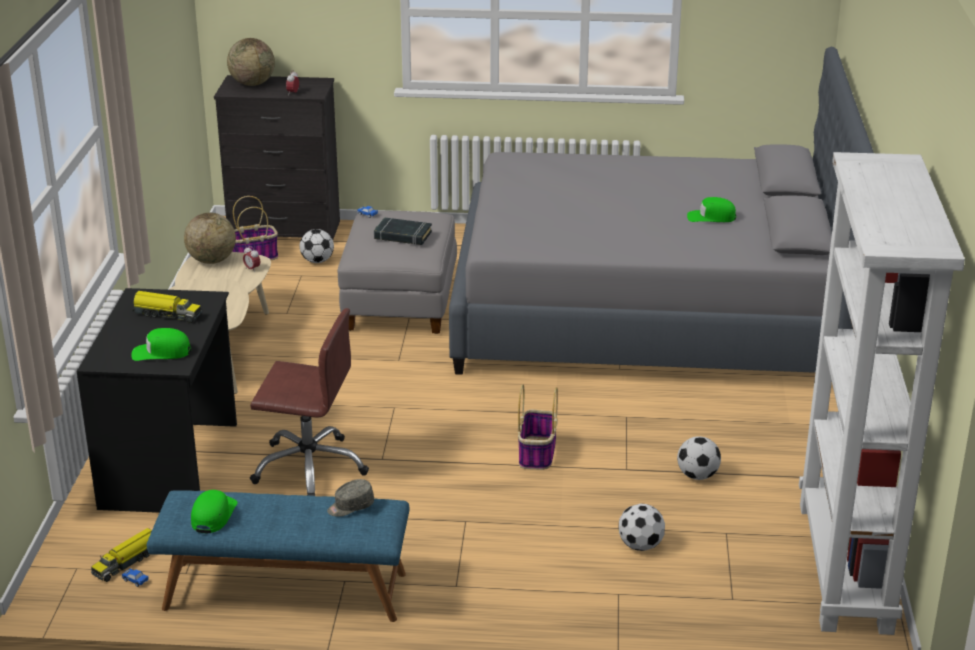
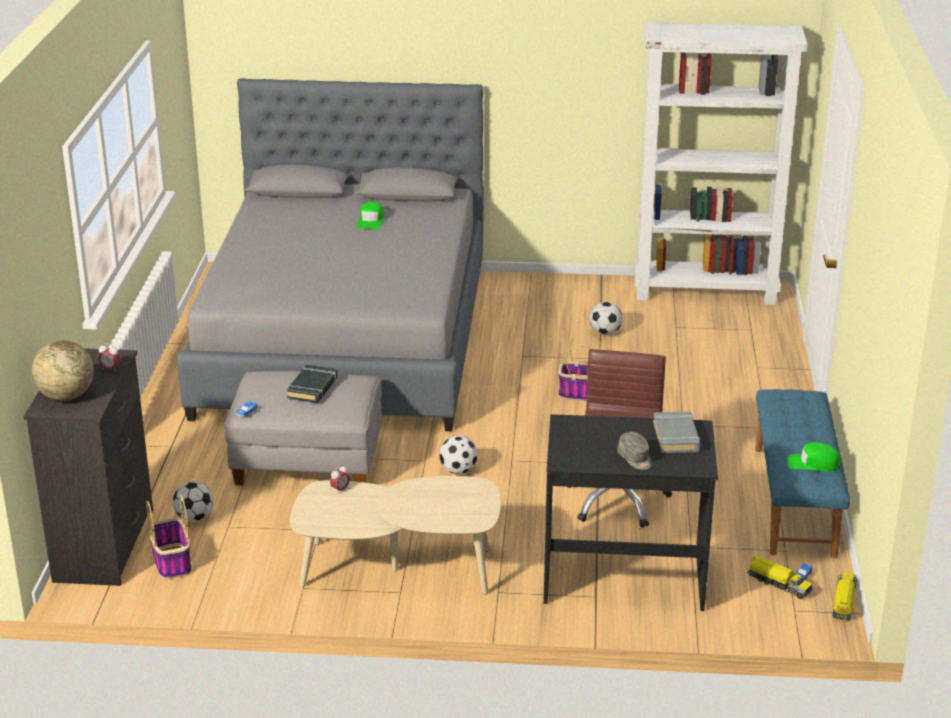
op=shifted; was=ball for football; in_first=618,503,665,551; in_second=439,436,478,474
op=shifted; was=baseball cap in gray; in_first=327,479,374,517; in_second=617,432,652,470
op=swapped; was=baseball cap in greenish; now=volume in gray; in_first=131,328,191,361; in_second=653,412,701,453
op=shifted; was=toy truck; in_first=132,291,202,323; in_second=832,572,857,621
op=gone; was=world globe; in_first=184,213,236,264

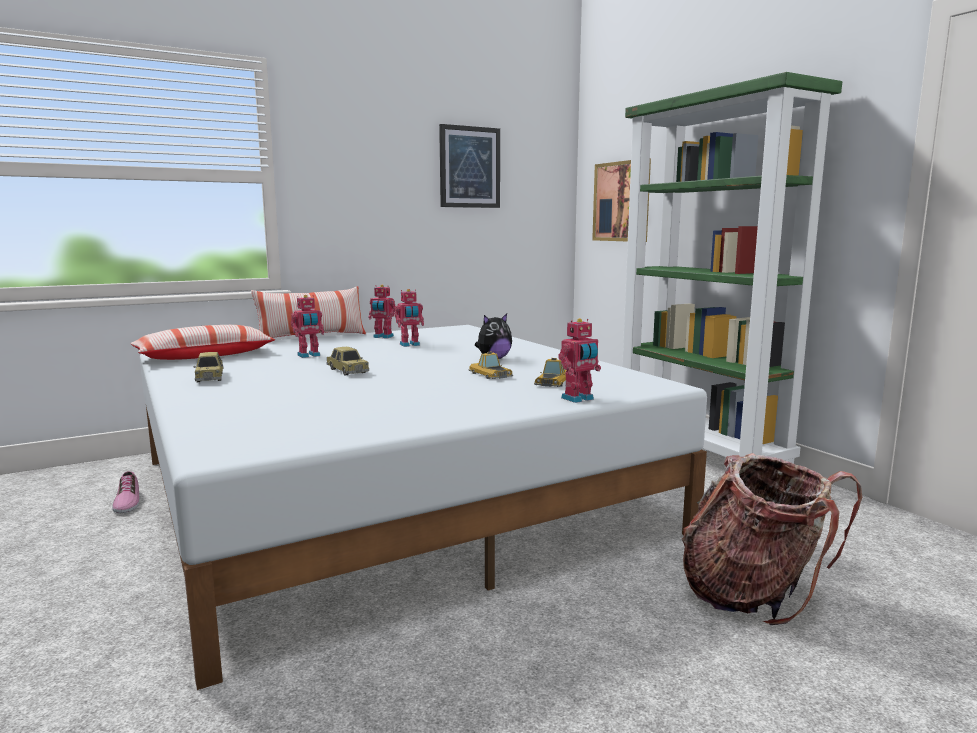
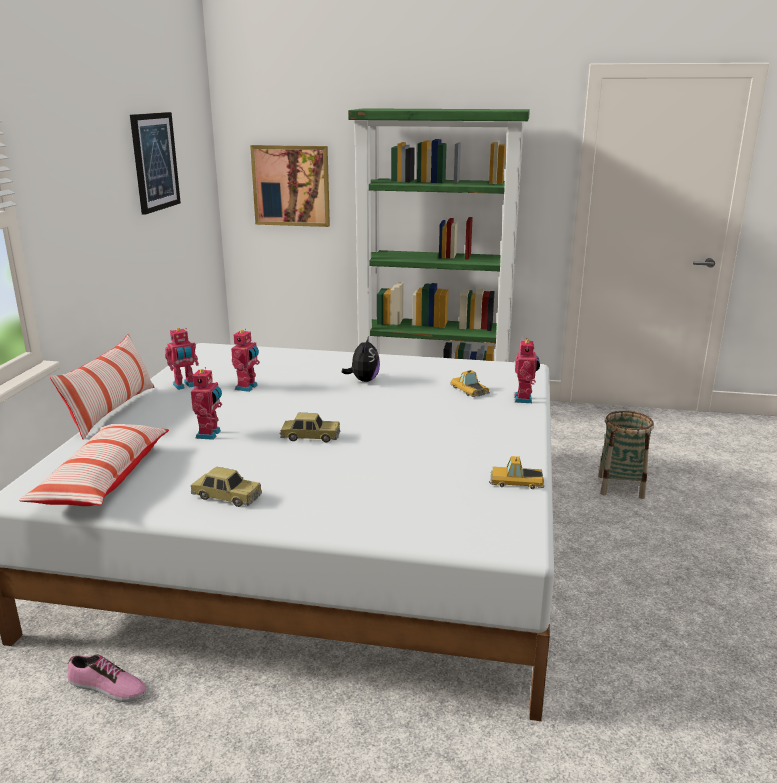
op=shifted; was=toy car; in_first=469,351,513,379; in_second=489,456,544,489
op=swapped; was=knapsack; now=basket; in_first=682,453,862,625; in_second=598,411,654,499

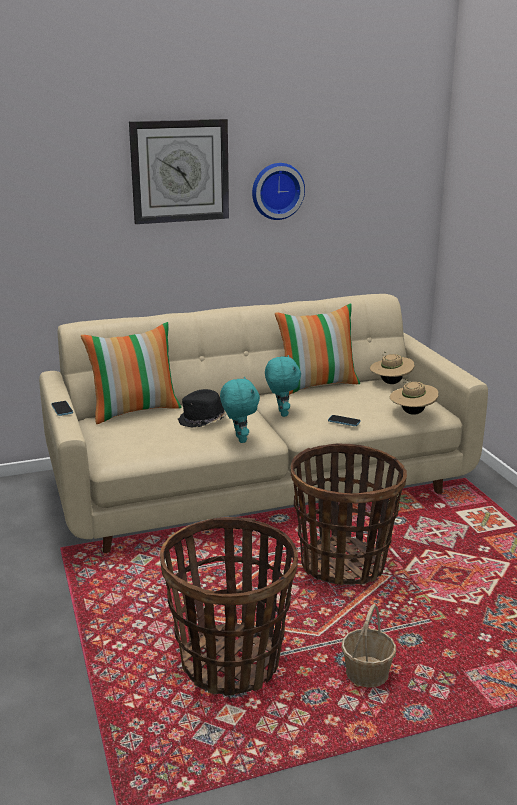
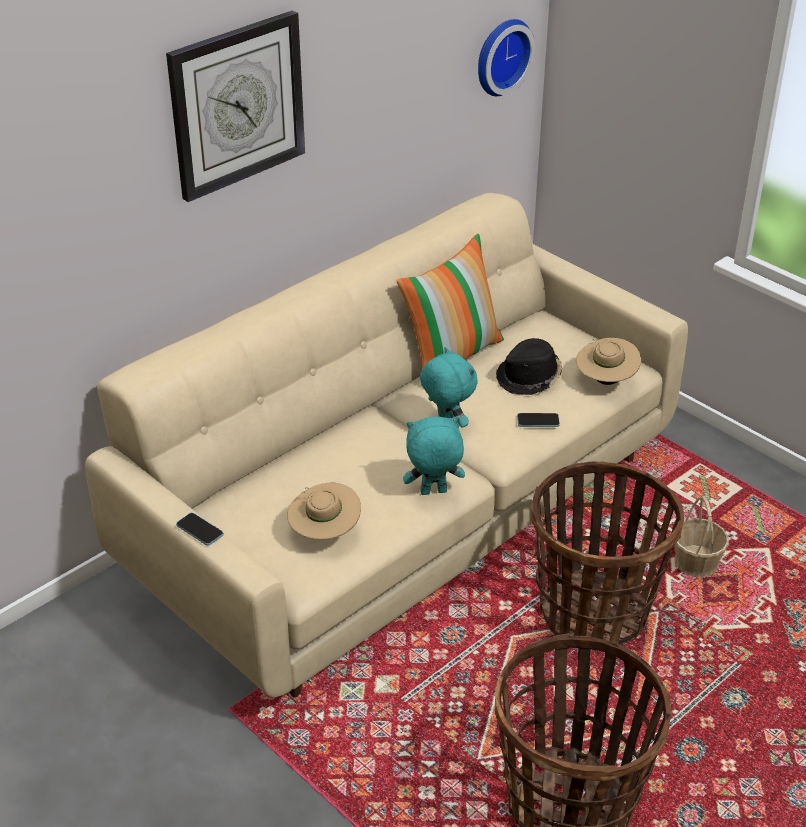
op=shifted; was=hat in beige; in_first=370,352,415,384; in_second=287,483,361,540
op=rotated; was=plush toy in blue-green; in_first=220,377,260,443; in_second=403,416,465,495; clockwise=-60
op=shifted; was=clock on the wall; in_first=252,163,305,220; in_second=478,19,535,96
op=shifted; was=hat in blackish; in_first=178,389,227,428; in_second=496,338,562,395
op=shifted; was=basket; in_first=341,604,396,688; in_second=675,496,729,577
op=gone; was=throw pillow; in_first=81,322,181,424

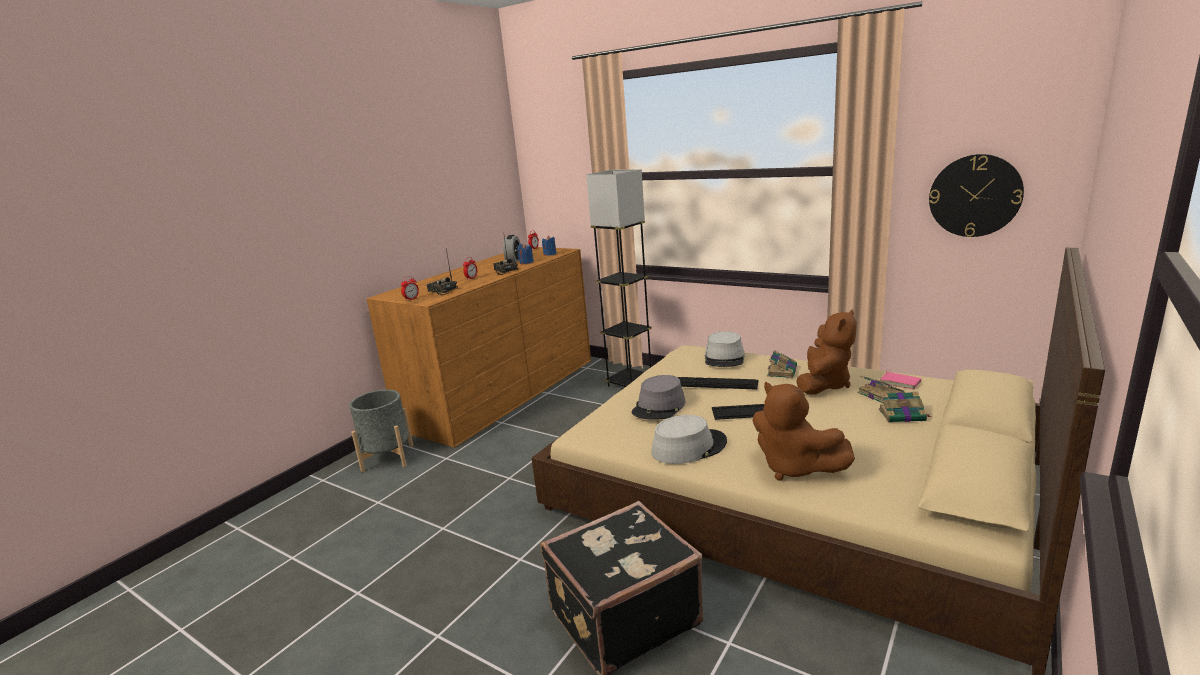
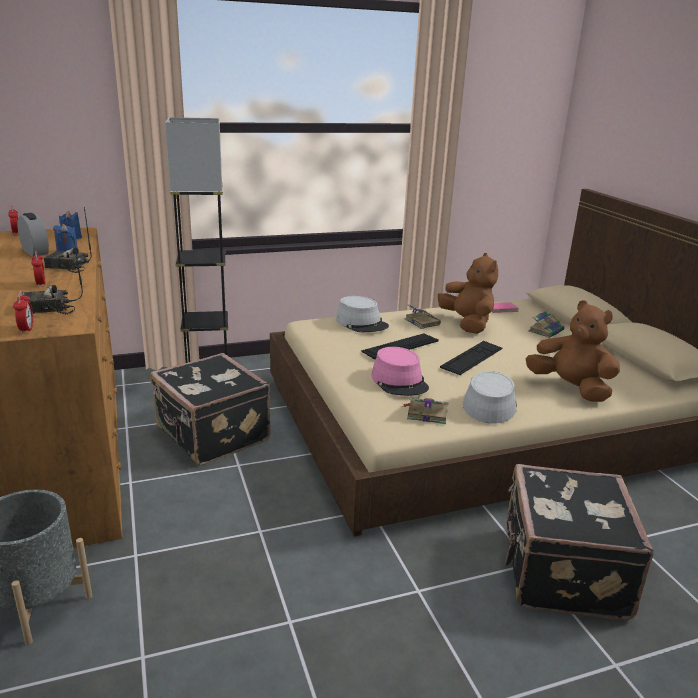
op=new; now=suitcase in blackish; in_second=150,353,271,465
op=repainted; was=hat in gray; now=hat in pinkish; in_first=632,375,685,420; in_second=372,347,429,396
op=shifted; was=volume; in_first=857,375,905,404; in_second=402,398,448,424
op=rotated; was=plush toy in brown-coloured; in_first=752,382,855,481; in_second=525,300,620,402; clockwise=-135
op=gone; was=clock on the wall; in_first=929,154,1024,237

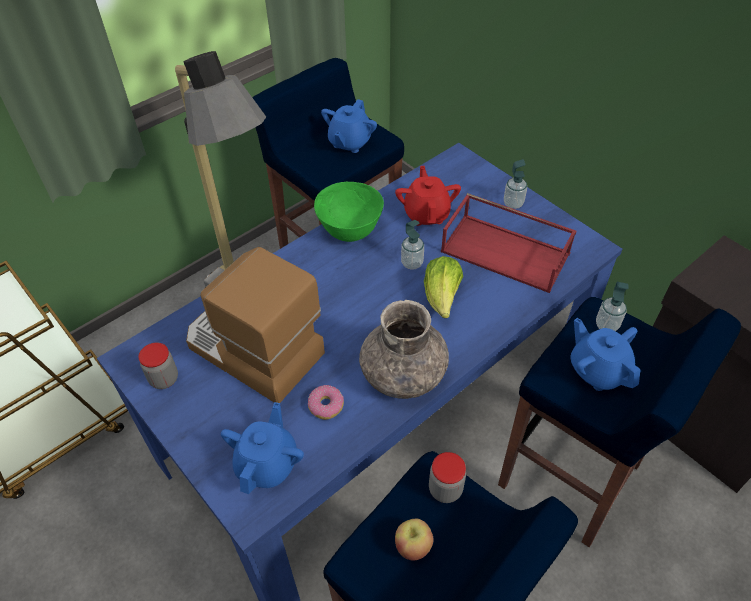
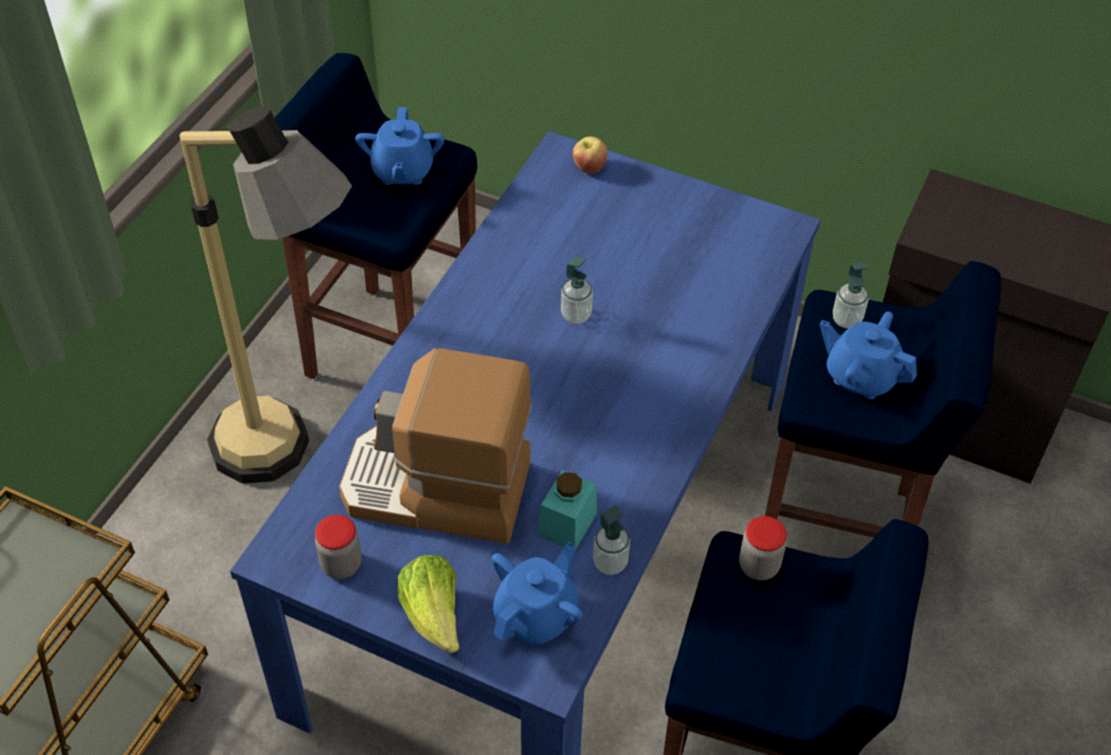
op=shifted; was=head of lettuce; in_first=424,256,463,318; in_second=398,555,459,653
op=rotated; was=tea pot in blue-coloured; in_first=221,402,304,494; in_second=492,542,583,645; clockwise=45
op=swapped; was=doughnut; now=preserve jar in blue-green; in_first=308,385,344,420; in_second=538,470,597,552
op=shifted; was=whole apple; in_first=395,519,434,561; in_second=573,137,607,174
op=shifted; was=soap bottle; in_first=504,159,527,209; in_second=593,505,630,575
op=gone; was=deep dish in greenish; in_first=314,182,384,242
op=gone; was=decorative vase in gray; in_first=359,300,449,399
op=gone; was=tea pot in reddish; in_first=395,166,461,226
op=gone; was=serving tray in reddish; in_first=441,193,577,293

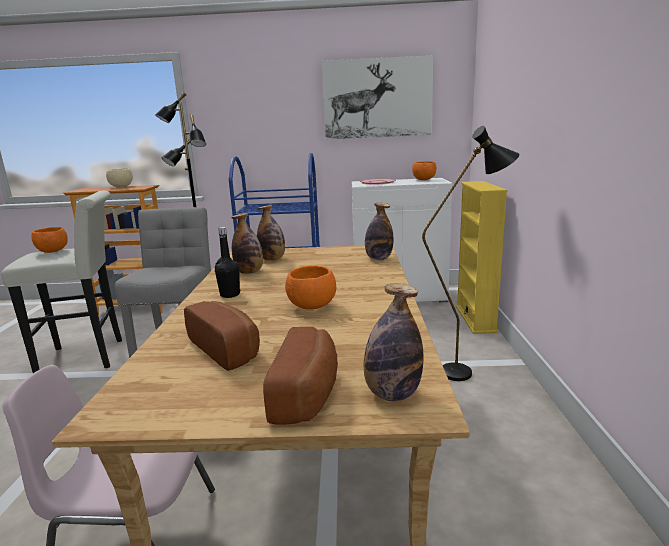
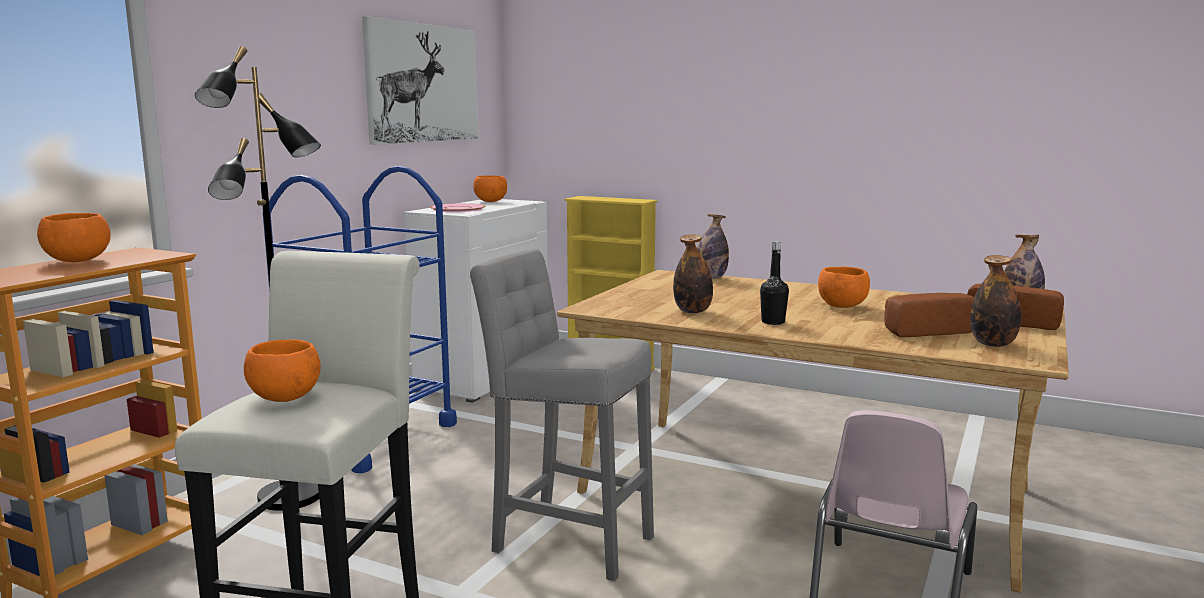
op=repainted; was=deep dish in beige; now=deep dish in orange-coloured; in_first=106,168,133,188; in_second=37,213,110,262
op=shifted; was=bottle; in_first=257,205,285,261; in_second=970,255,1021,347
op=gone; was=floor lamp in blackish; in_first=422,126,520,381

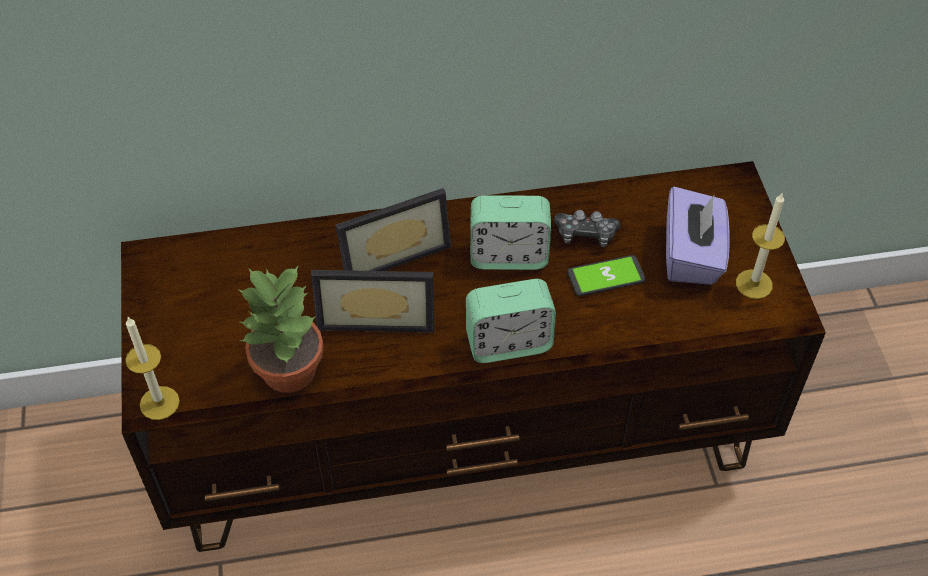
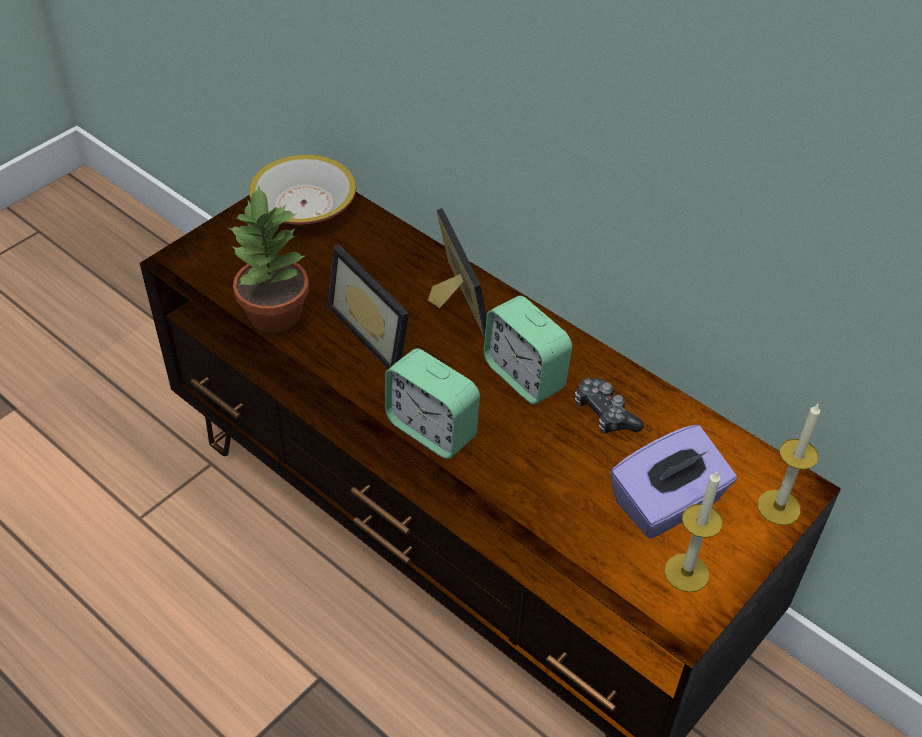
op=new; now=deep dish; in_second=249,155,356,224
op=rotated; was=picture frame; in_first=335,188,451,271; in_second=428,208,487,339; clockwise=-135
op=shifted; was=wax candle; in_first=125,317,180,420; in_second=757,404,820,525
op=gone; was=phone; in_first=567,255,646,296

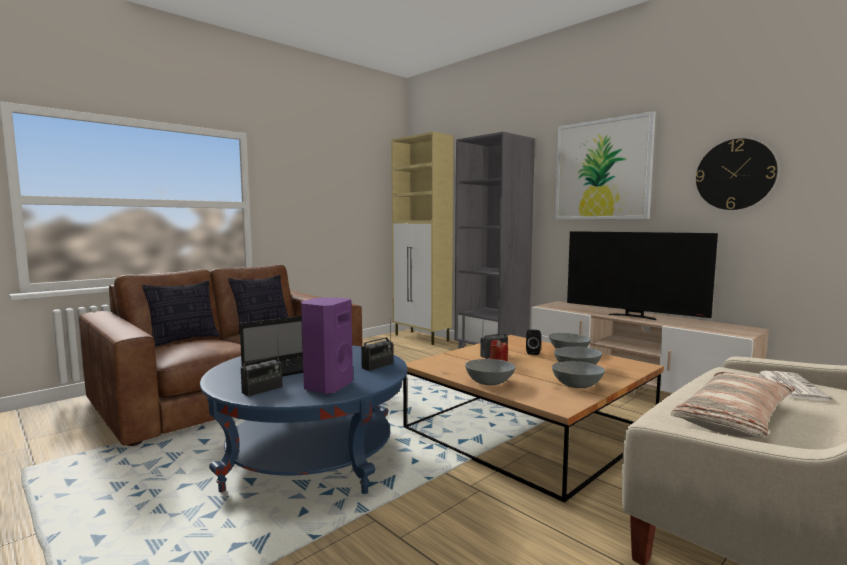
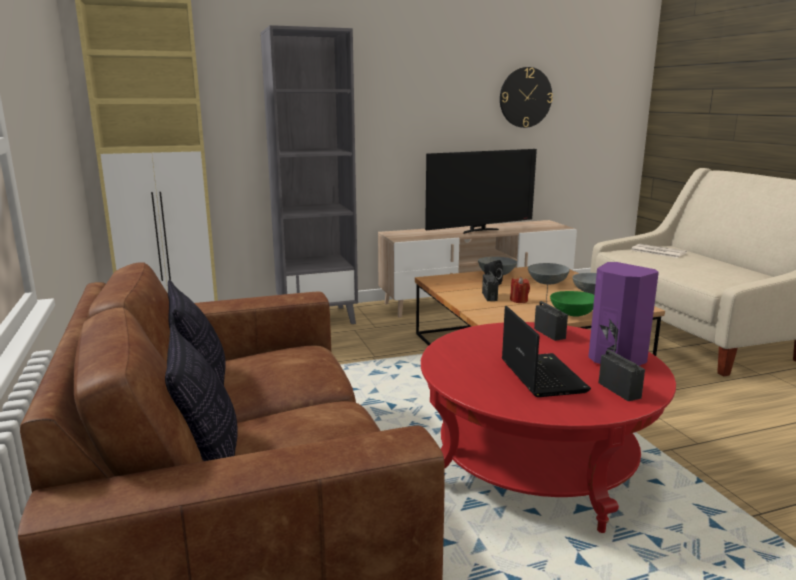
op=repainted; was=coffee table in blue-coloured; now=coffee table in reddish; in_first=200,346,408,494; in_second=421,322,676,533
op=repainted; was=deep dish in gray; now=deep dish in greenish; in_first=465,359,516,385; in_second=550,291,594,317
op=gone; was=wall art; in_first=555,111,656,219
op=gone; was=throw pillow; in_first=670,372,795,438

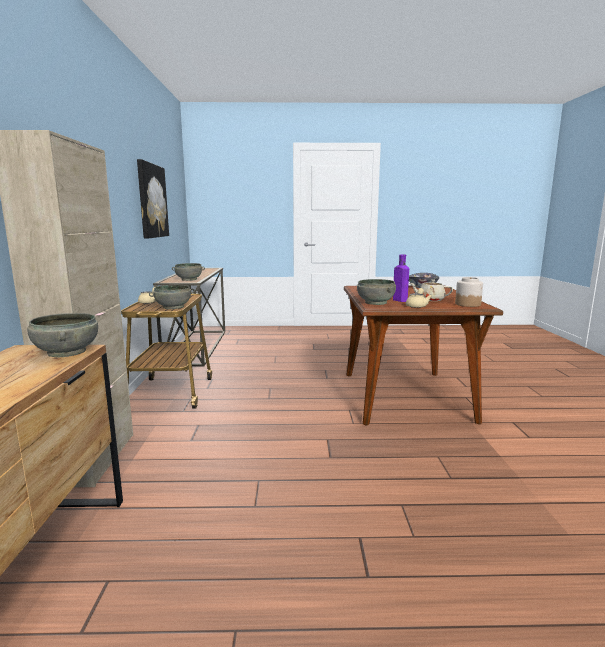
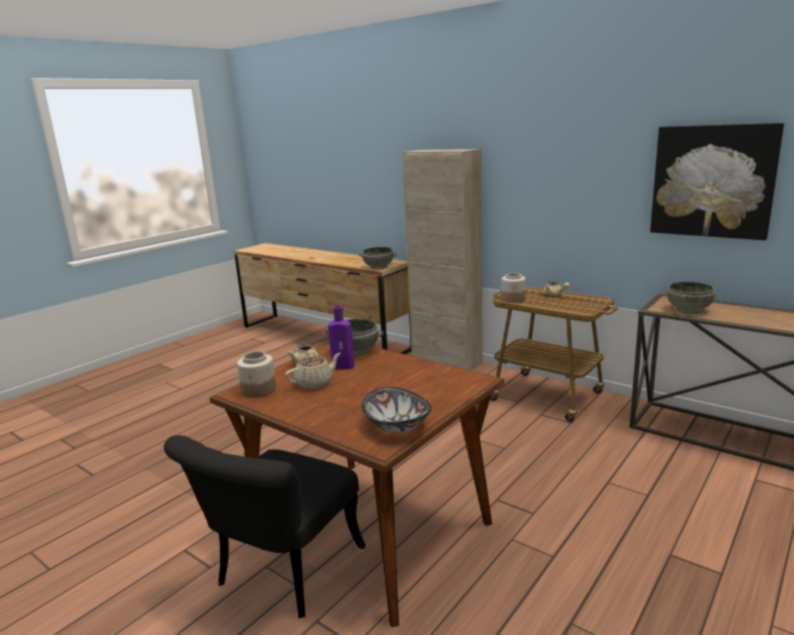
op=new; now=upright chair in blackish; in_second=164,435,366,618
op=swapped; was=deep dish in gray; now=preserve jar; in_first=149,285,195,309; in_second=502,273,526,303

